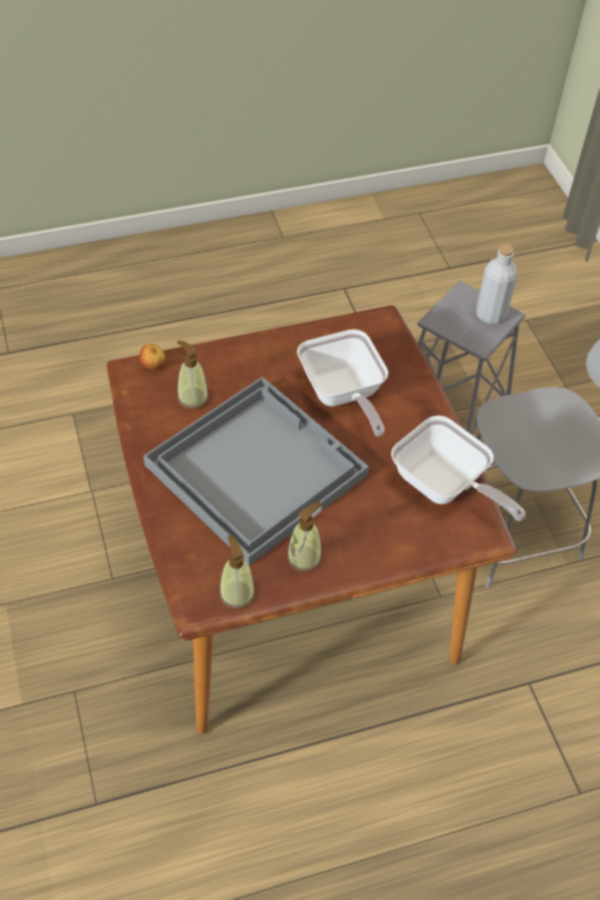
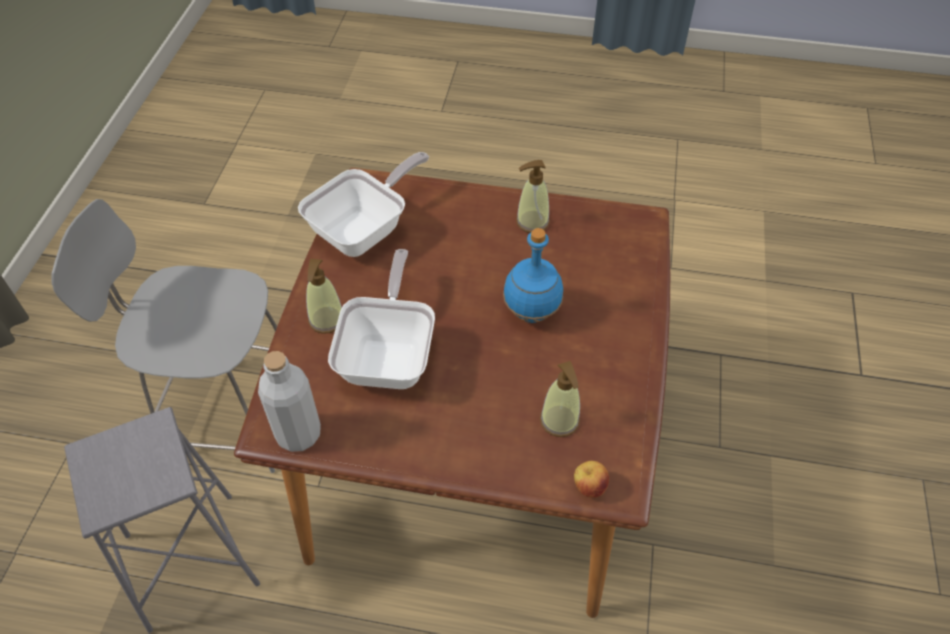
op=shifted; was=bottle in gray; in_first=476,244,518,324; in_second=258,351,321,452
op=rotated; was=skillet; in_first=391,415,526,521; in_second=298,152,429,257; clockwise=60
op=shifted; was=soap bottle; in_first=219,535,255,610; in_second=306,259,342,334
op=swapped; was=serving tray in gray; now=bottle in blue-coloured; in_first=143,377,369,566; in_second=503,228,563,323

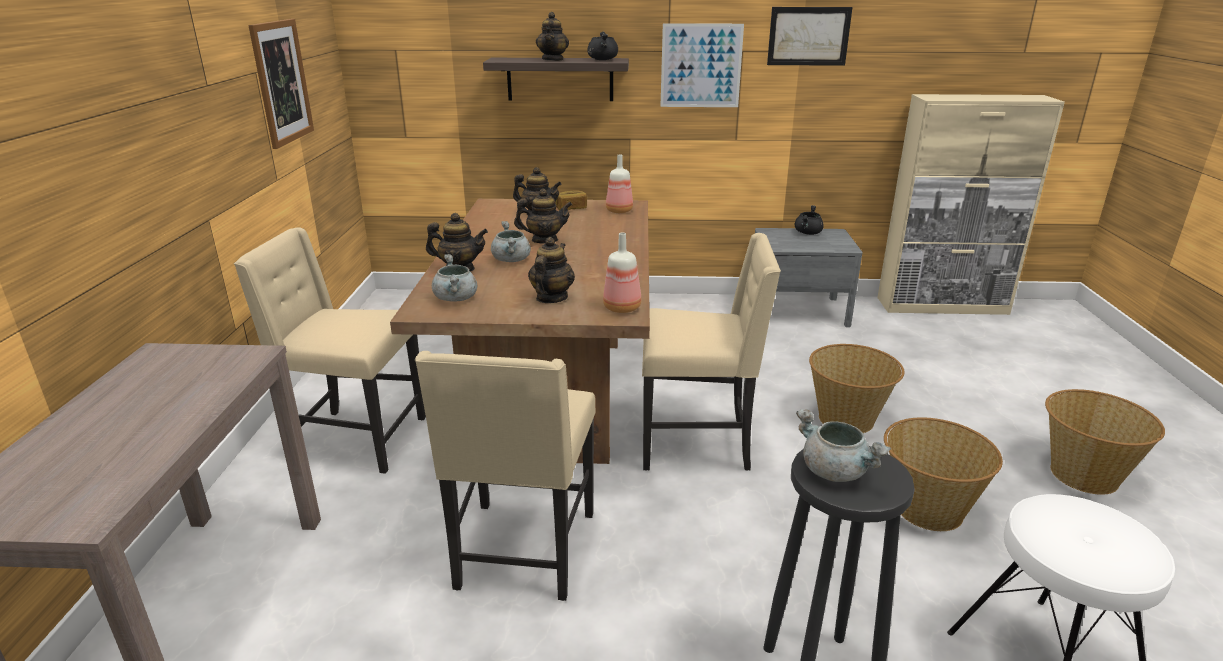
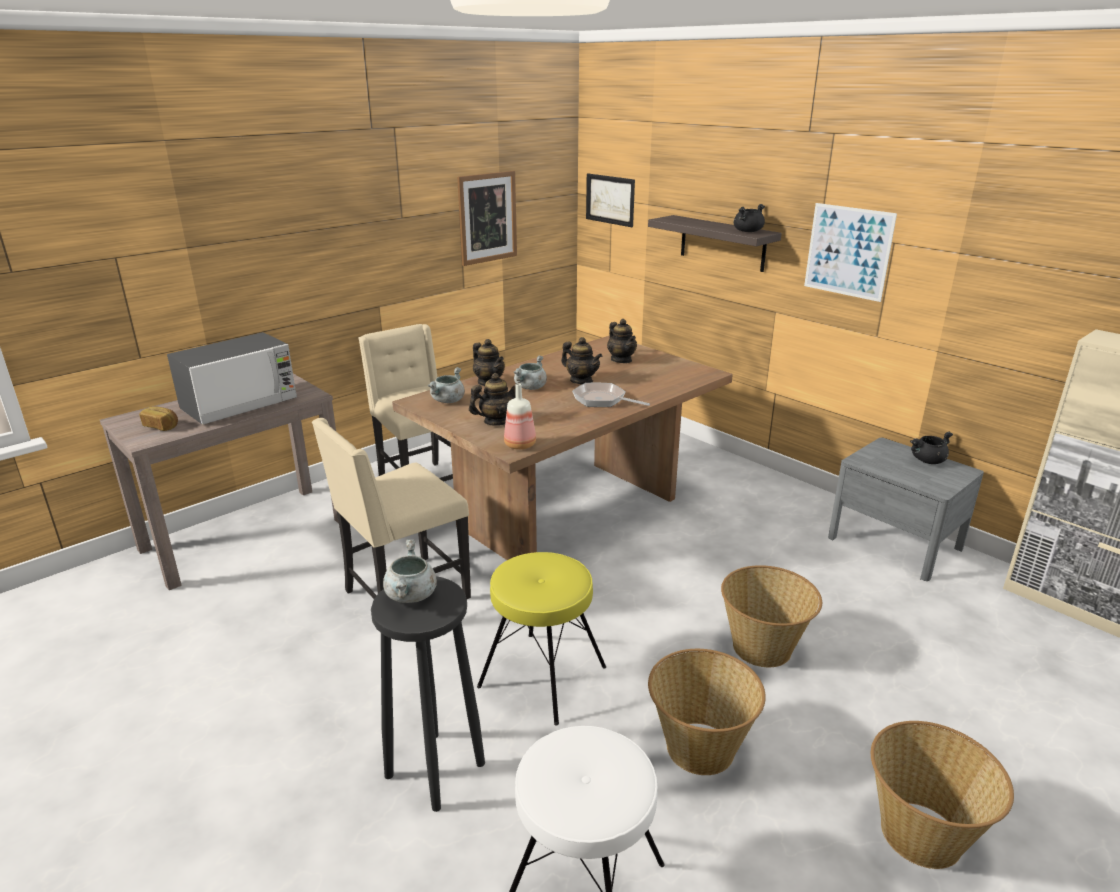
op=shifted; was=bread; in_first=555,191,587,210; in_second=139,406,178,431
op=new; now=microwave; in_second=167,332,297,425
op=new; now=sitting stool in yellowish; in_second=477,552,606,726
op=new; now=skillet; in_second=572,383,650,407
op=shifted; was=wall art; in_first=767,7,853,66; in_second=586,173,635,227
op=gone; was=tea pot; in_first=536,12,569,61
op=gone; was=bottle; in_first=606,154,633,213
op=gone; was=upright chair in beige; in_first=642,233,781,471

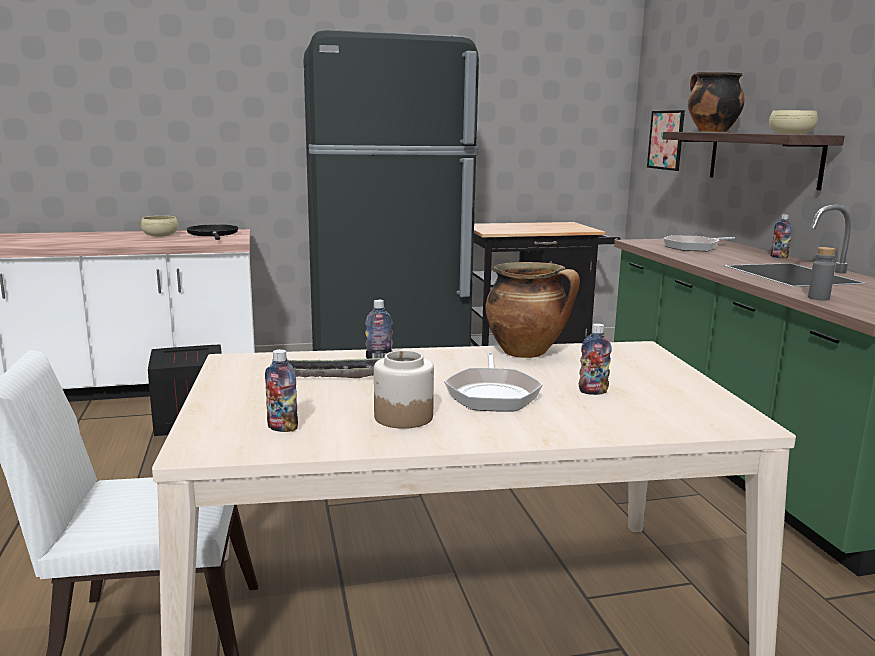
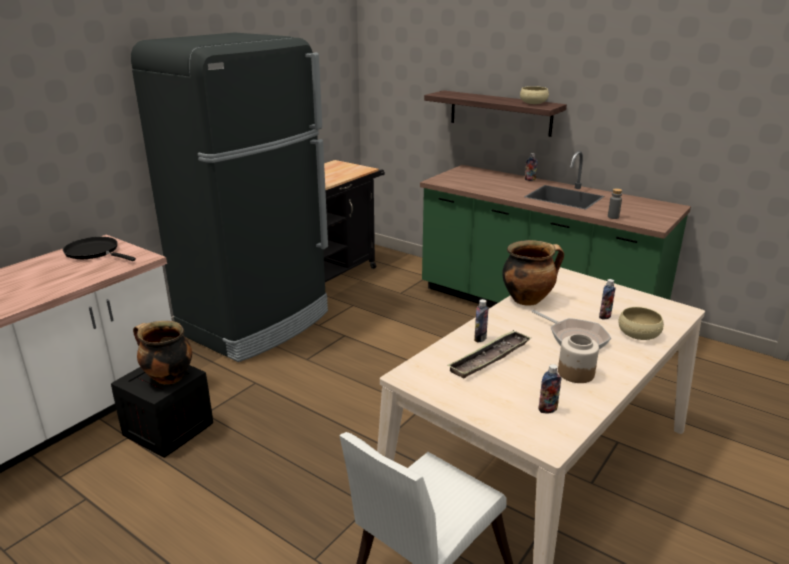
op=shifted; was=saucepot; in_first=688,72,745,132; in_second=133,321,192,384
op=shifted; was=deep dish in beige; in_first=141,216,178,236; in_second=618,307,664,340
op=gone; was=wall art; in_first=647,110,685,171
op=gone; was=skillet; in_first=663,235,735,251

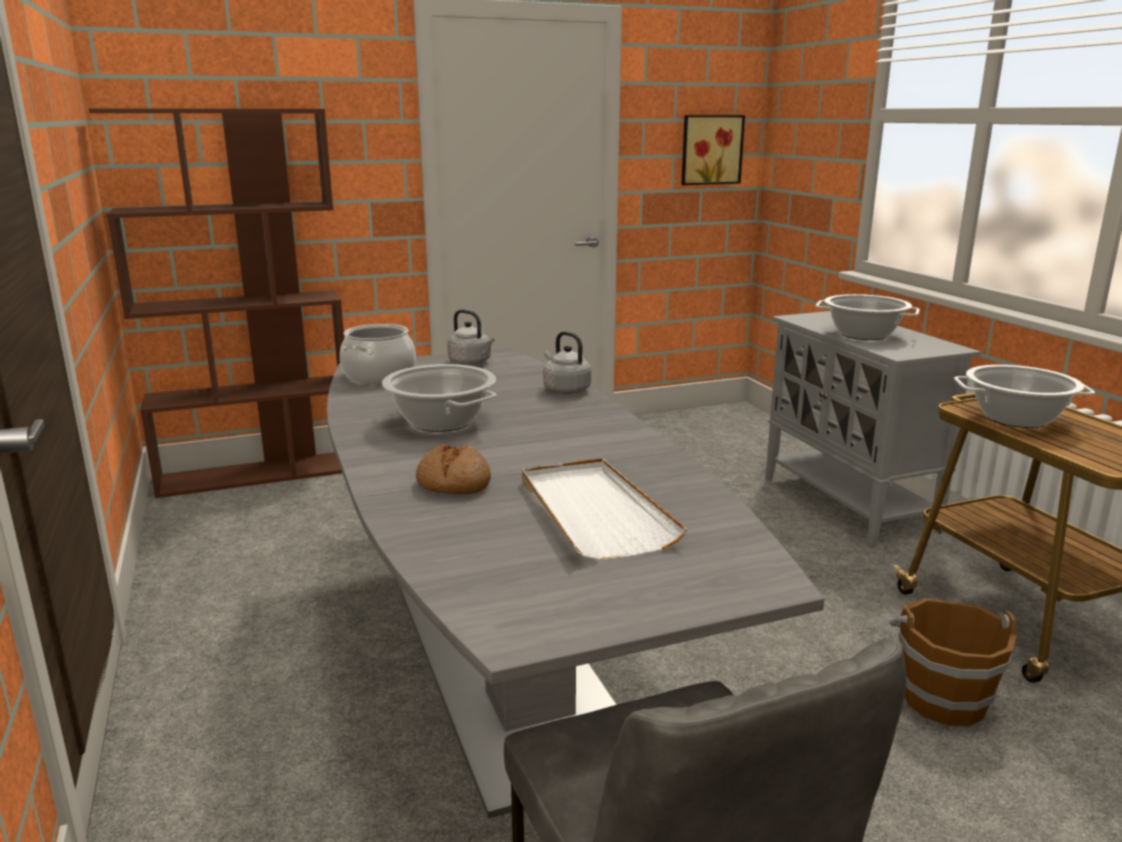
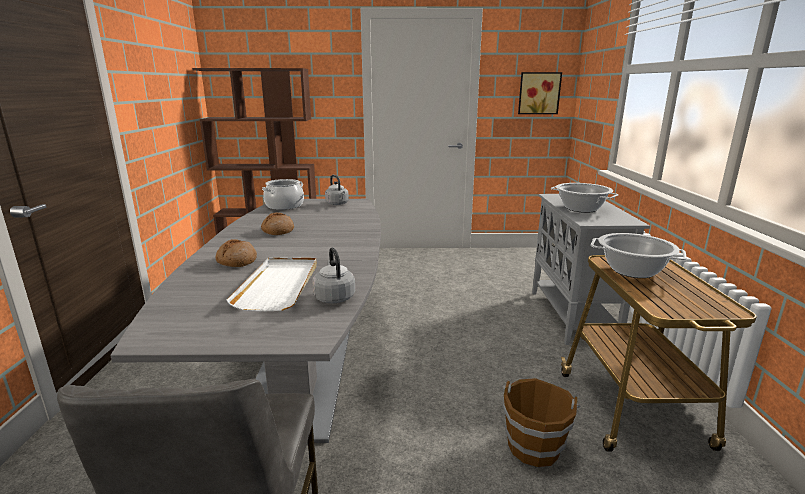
op=swapped; was=saucepot; now=bread; in_first=382,364,497,432; in_second=261,212,294,235
op=shifted; was=kettle in gray; in_first=543,331,591,394; in_second=312,247,355,303

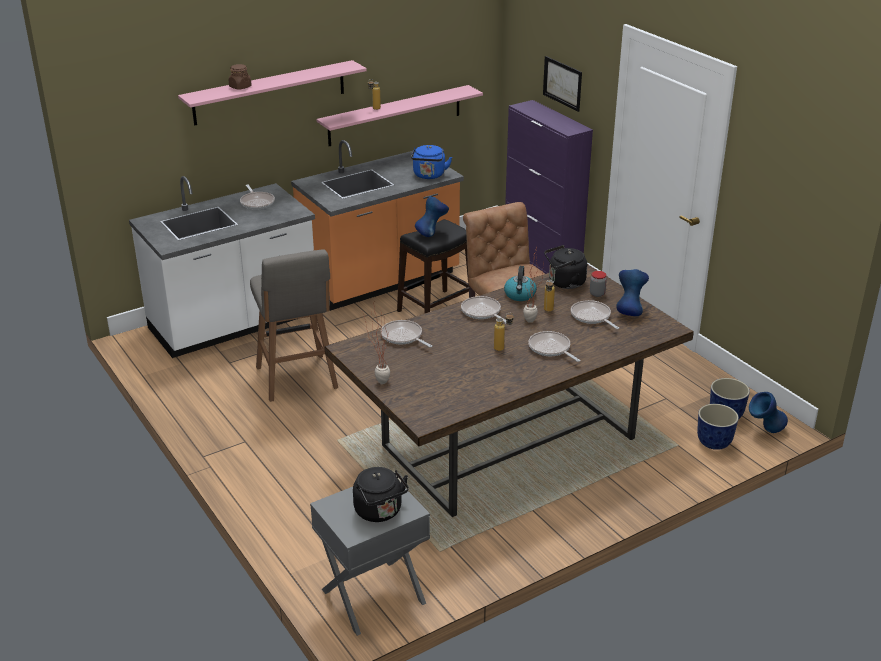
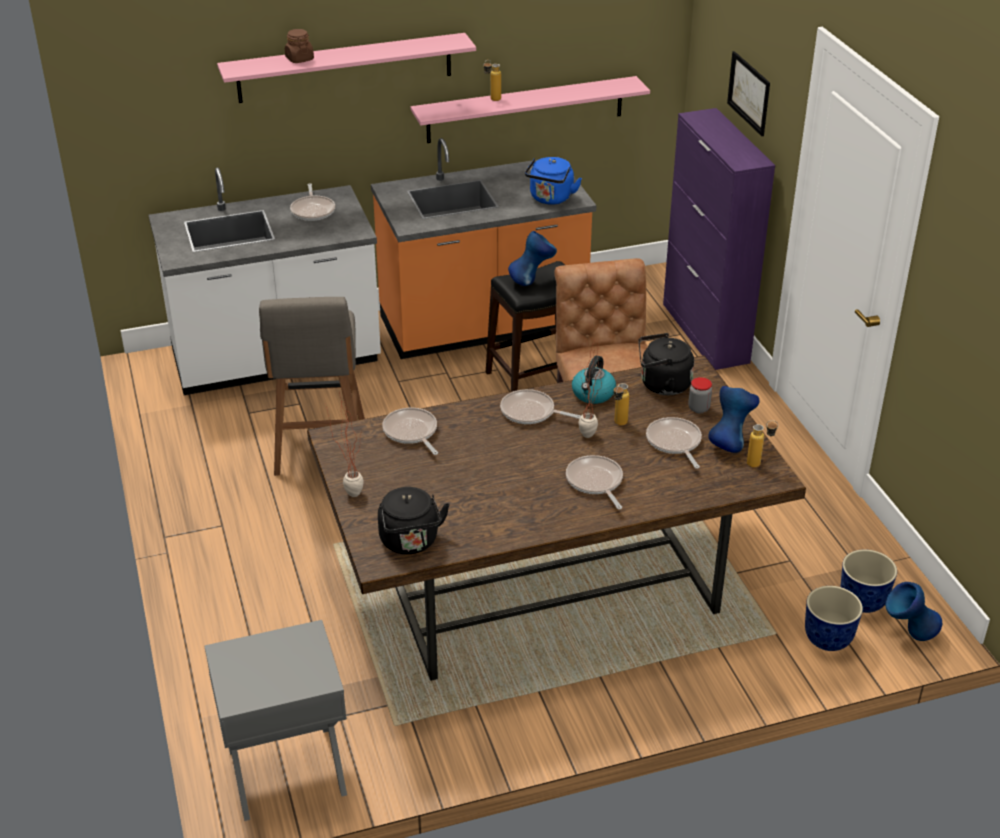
op=shifted; was=kettle in blackish; in_first=353,467,409,522; in_second=378,487,450,554
op=rotated; was=skillet; in_first=461,296,506,323; in_second=500,389,581,424; clockwise=-45
op=shifted; was=bottle; in_first=494,313,514,351; in_second=747,420,778,468

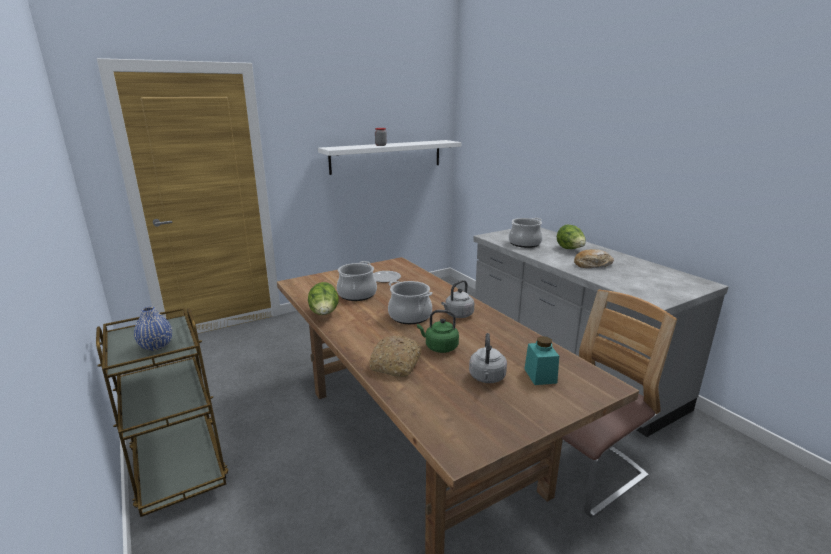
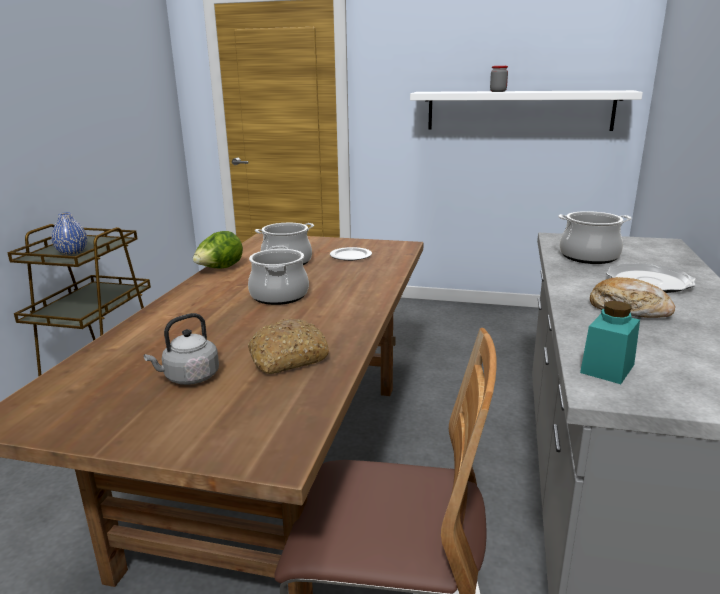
op=shifted; was=bread; in_first=370,336,422,377; in_second=248,318,329,374
op=shifted; was=preserve jar in blue-green; in_first=524,336,559,385; in_second=580,301,640,384
op=swapped; was=head of lettuce; now=plate; in_first=557,225,586,249; in_second=606,263,696,293
op=gone; was=kettle in greenish; in_first=417,310,459,353
op=gone; was=kettle in gray; in_first=441,280,474,318

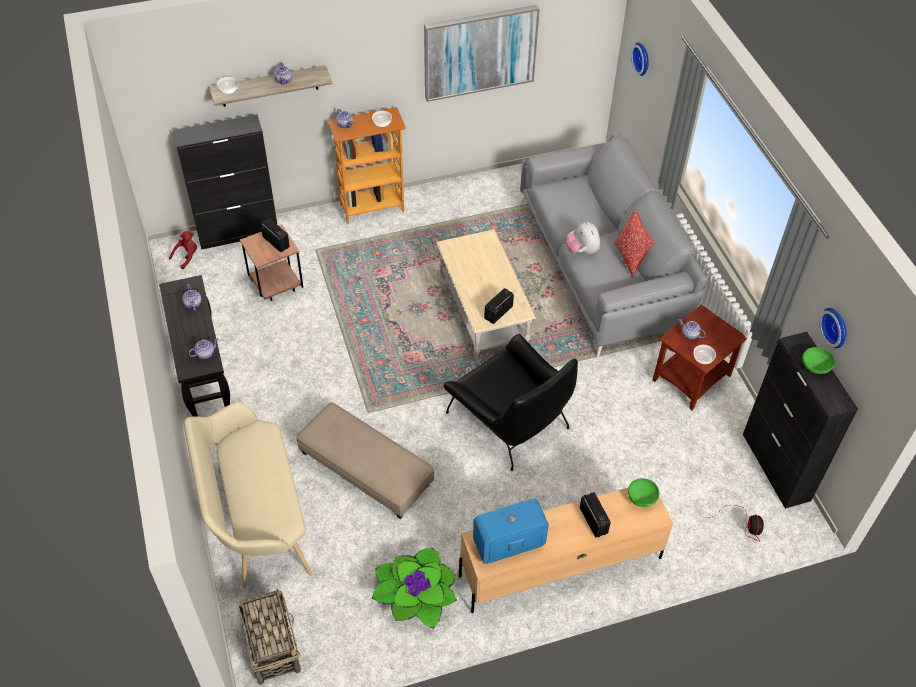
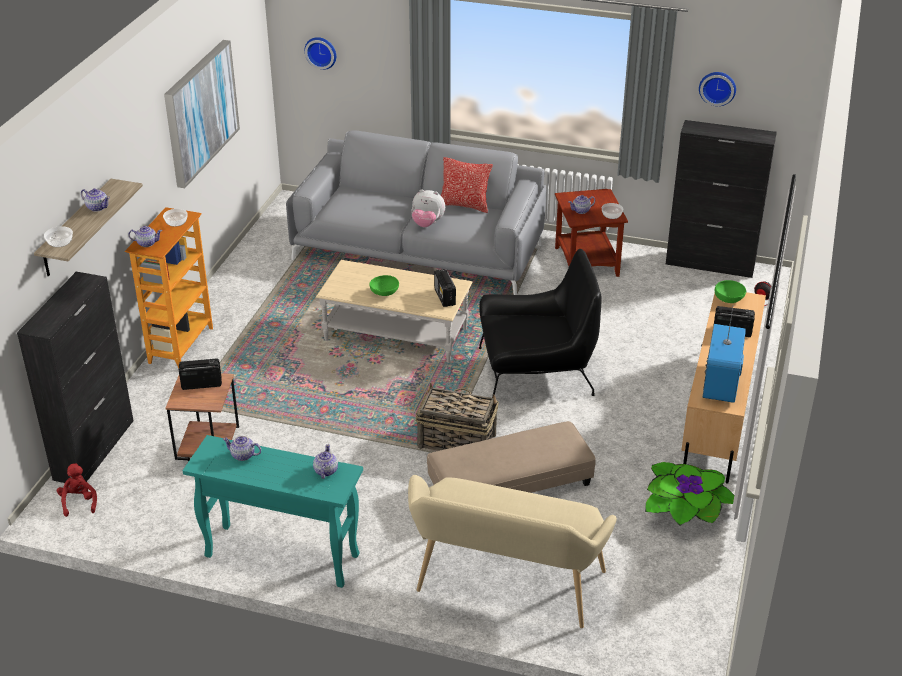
op=repainted; was=console table in blackish; now=console table in blue-green; in_first=159,275,230,417; in_second=182,435,363,588
op=shifted; was=deep dish in greenish; in_first=802,347,835,374; in_second=369,275,399,296
op=shifted; was=basket; in_first=238,589,301,685; in_second=415,383,499,451

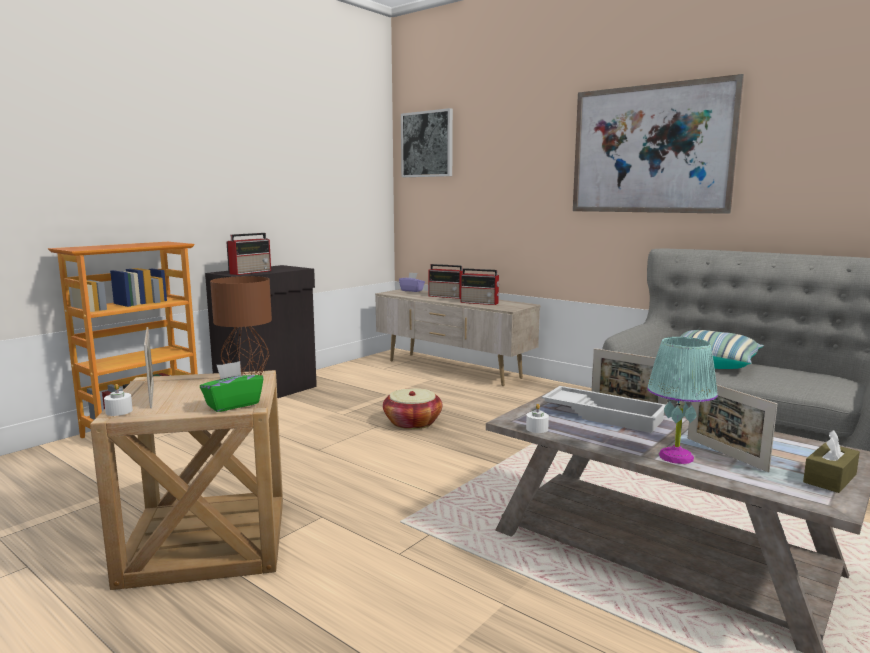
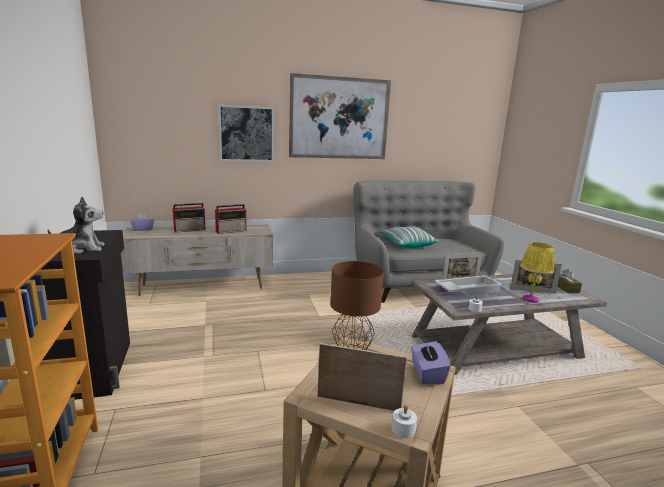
op=swapped; was=radio set; now=plush toy; in_first=226,233,271,275; in_second=48,197,105,254
op=shifted; was=wall art; in_first=401,108,453,177; in_second=218,105,274,162
op=repainted; was=tissue holder in greenish; now=tissue holder in purple-coloured; in_first=200,361,264,412; in_second=411,341,451,384
op=repainted; was=table lamp in blue-green; now=table lamp in yellowish; in_first=647,337,718,464; in_second=520,242,555,303
op=gone; was=basket; in_first=383,388,443,430

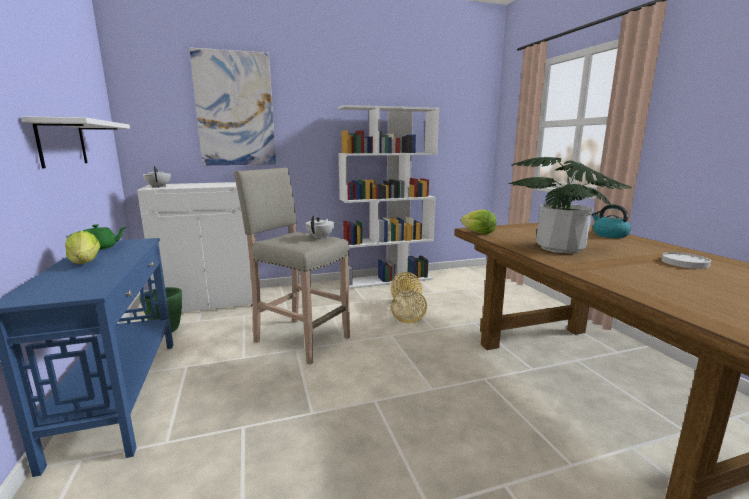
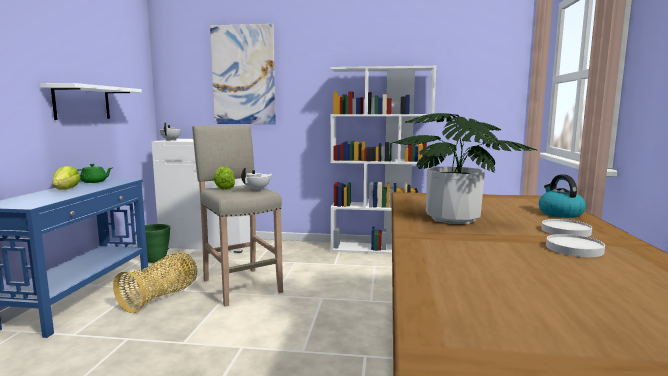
op=shifted; was=basket; in_first=390,272,427,323; in_second=113,253,197,313
op=shifted; was=head of lettuce; in_first=461,210,497,234; in_second=214,167,235,190
op=new; now=plate in white-coloured; in_second=541,219,592,237

